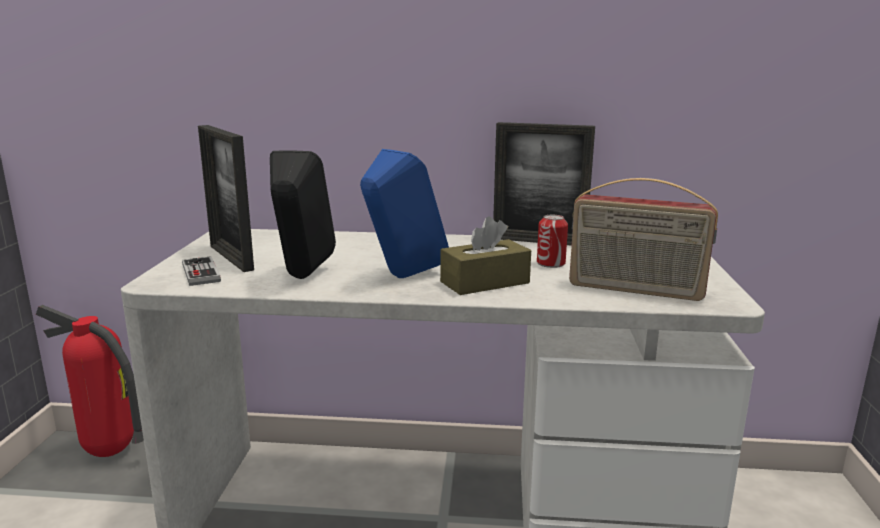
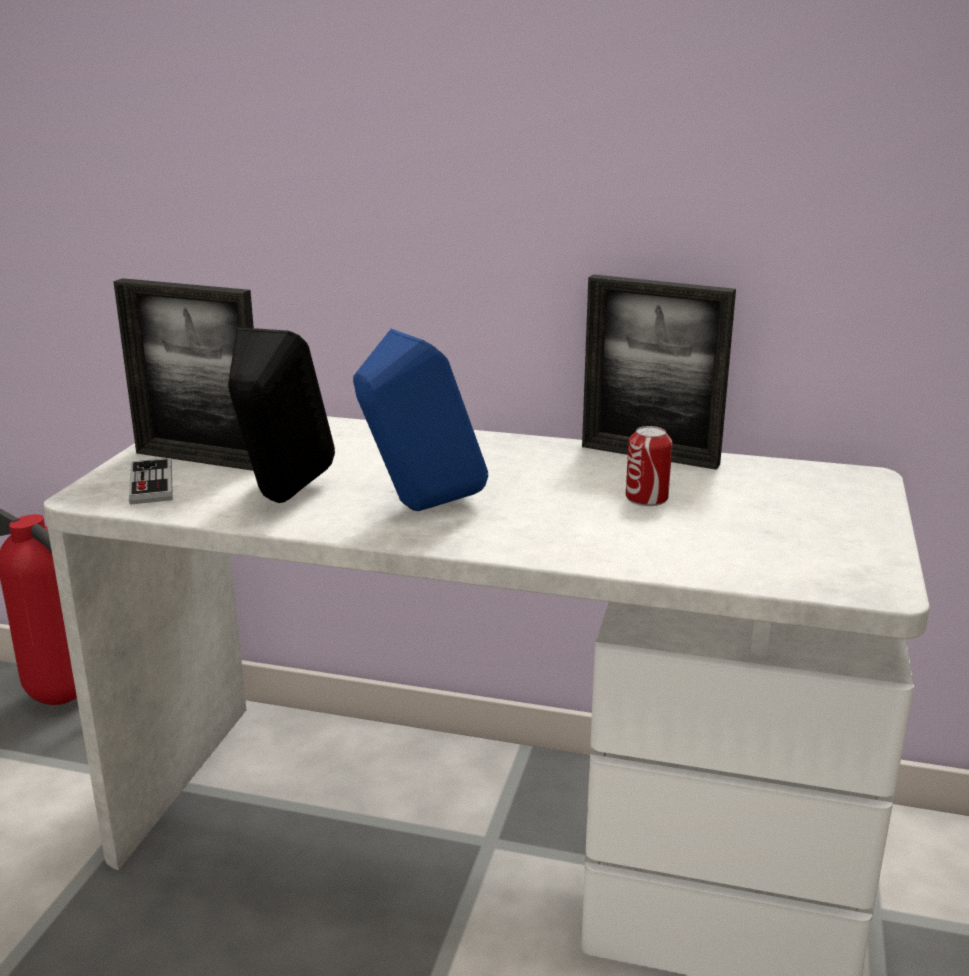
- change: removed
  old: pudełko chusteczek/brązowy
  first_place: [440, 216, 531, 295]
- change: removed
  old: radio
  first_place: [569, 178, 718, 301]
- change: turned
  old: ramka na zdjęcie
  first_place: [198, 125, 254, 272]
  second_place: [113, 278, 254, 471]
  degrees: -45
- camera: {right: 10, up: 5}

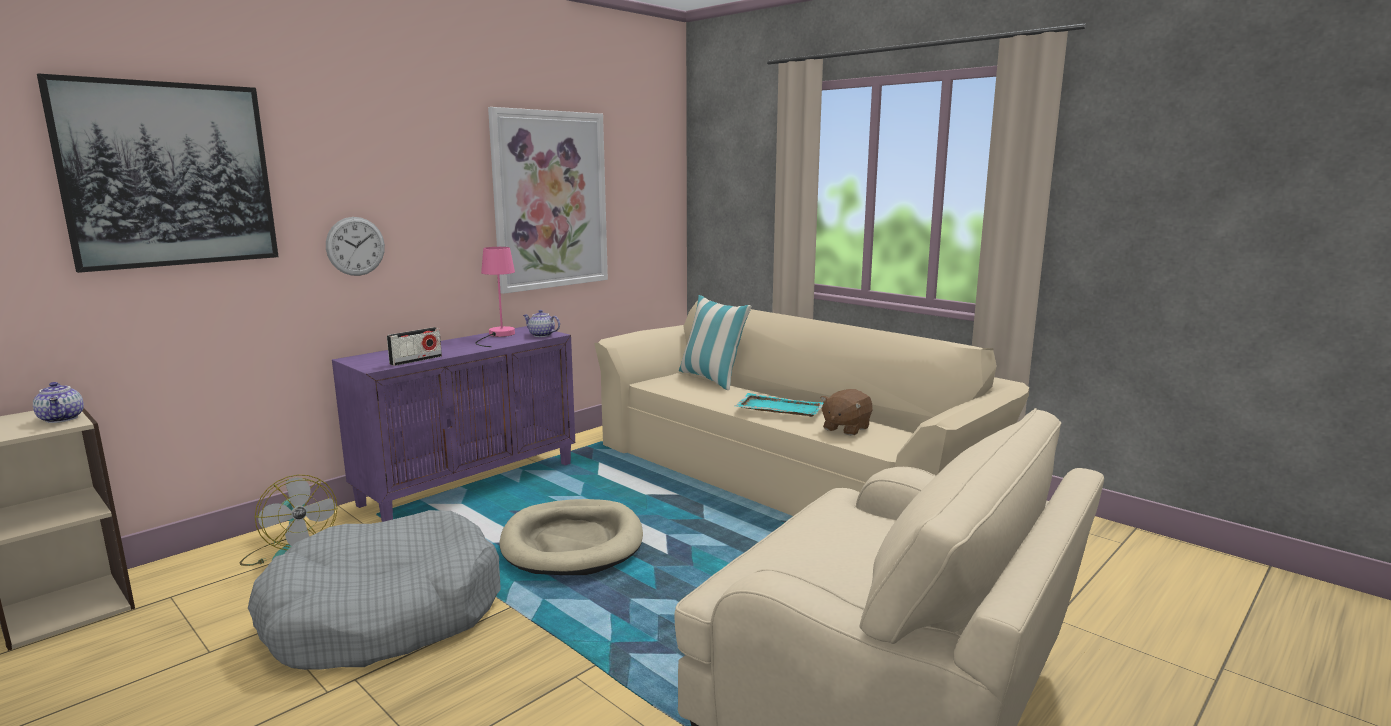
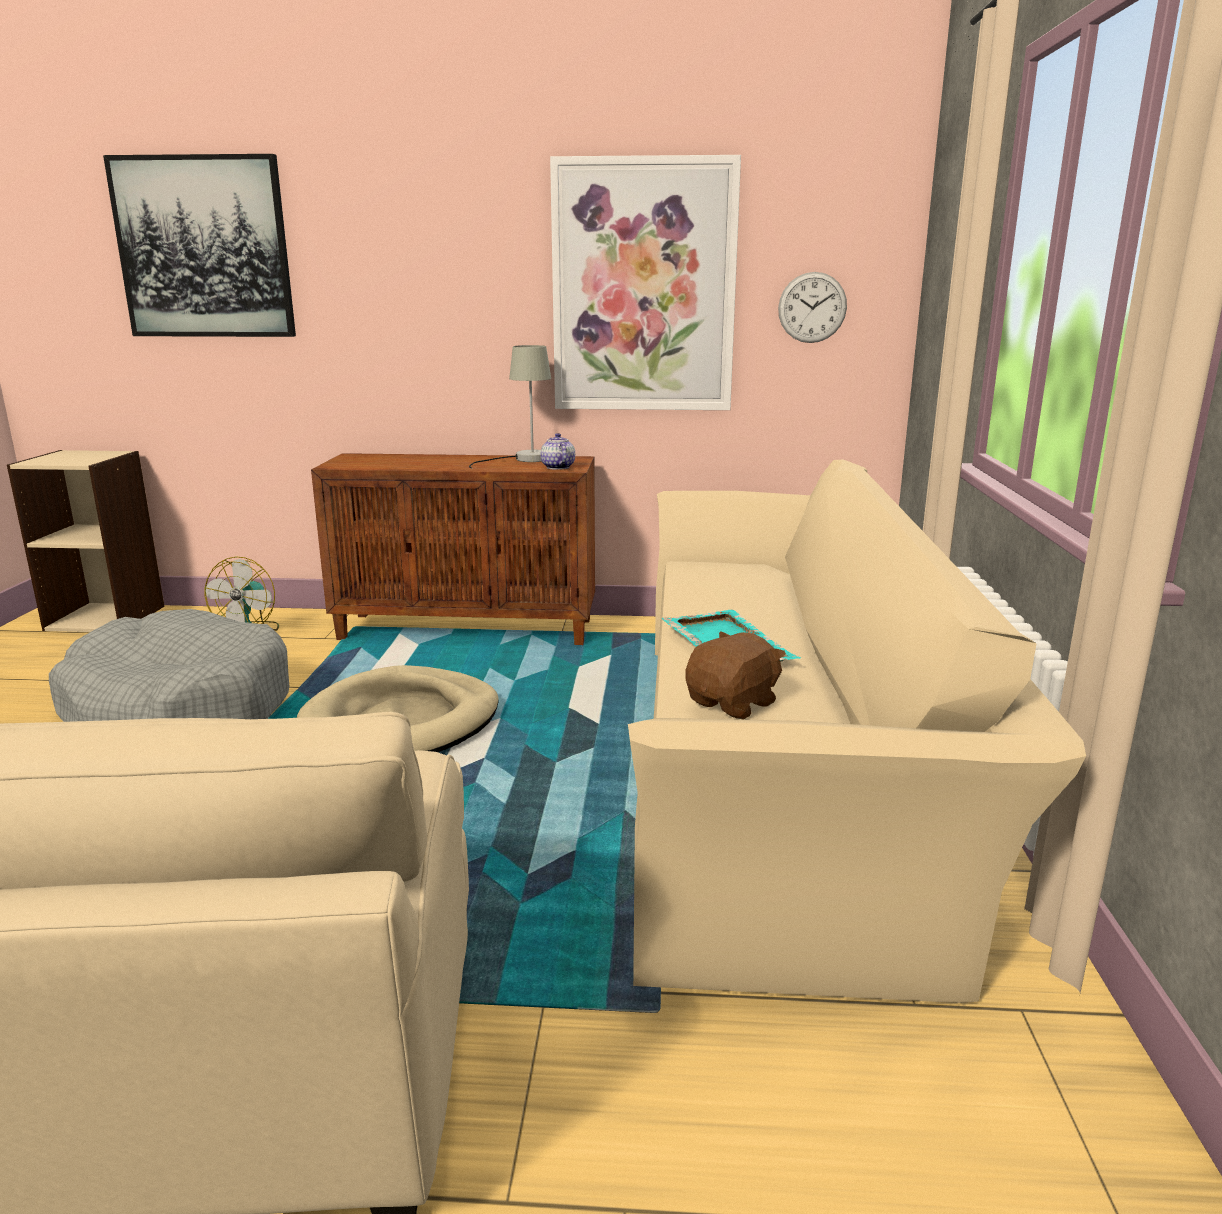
- change: removed
  old: imbryk
  first_place: [33, 382, 84, 423]
- change: removed
  old: radio
  first_place: [387, 327, 442, 366]
- change: removed
  old: poduszka
  first_place: [679, 295, 752, 390]
- change: moved
  old: zegar ścienny
  first_place: [326, 217, 385, 276]
  second_place: [778, 272, 847, 343]
- change: recoloured
  old: szafka/fioletowy
  new: szafka/brązowy
  first_place: [332, 326, 575, 522]
  second_place: [311, 453, 595, 645]
- change: recoloured
  old: lampa stołowa/różowy
  new: lampa stołowa/szary
  first_place: [475, 247, 515, 347]
  second_place: [469, 345, 551, 469]
- change: turned
  old: pluszak/brązowy
  first_place: [821, 389, 873, 436]
  second_place: [685, 631, 786, 719]
  degrees: 135
- camera: {right: 50, up: 5}

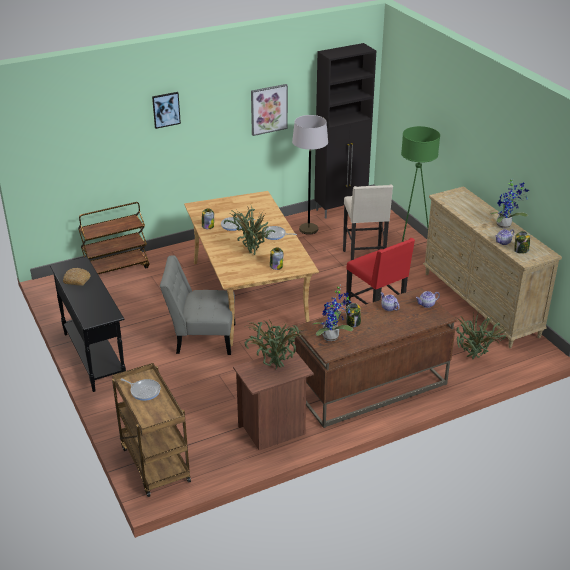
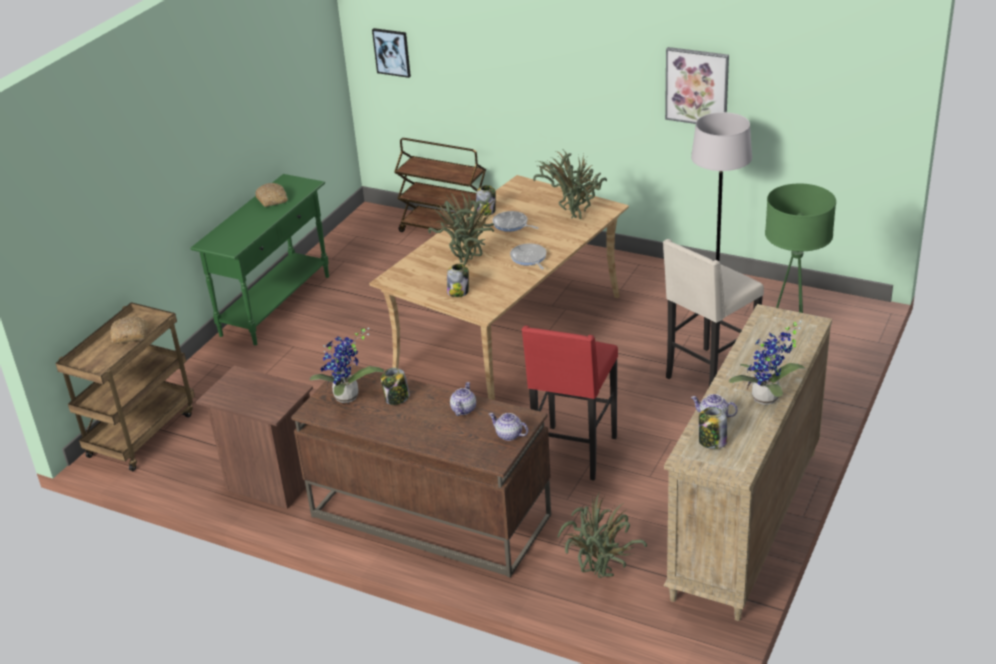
- change: removed
  old: krzesło/szary
  first_place: [160, 255, 236, 355]
- change: removed
  old: szafka/czarny
  first_place: [314, 43, 376, 219]
- change: moved
  old: obraz
  first_place: [152, 92, 181, 129]
  second_place: [372, 28, 411, 78]
- change: moved
  old: roślina doniczkowa
  first_place: [244, 318, 303, 369]
  second_place: [533, 148, 607, 219]
- change: replaced
  old: patelnia
  new: chleb
  first_place: [120, 378, 161, 401]
  second_place: [110, 316, 149, 344]
- change: recoloured
  old: stolik konsolowy/czarny
  new: stolik konsolowy/zielony
  first_place: [50, 257, 126, 392]
  second_place: [190, 174, 329, 345]
- camera: {right: 55, up: 0}

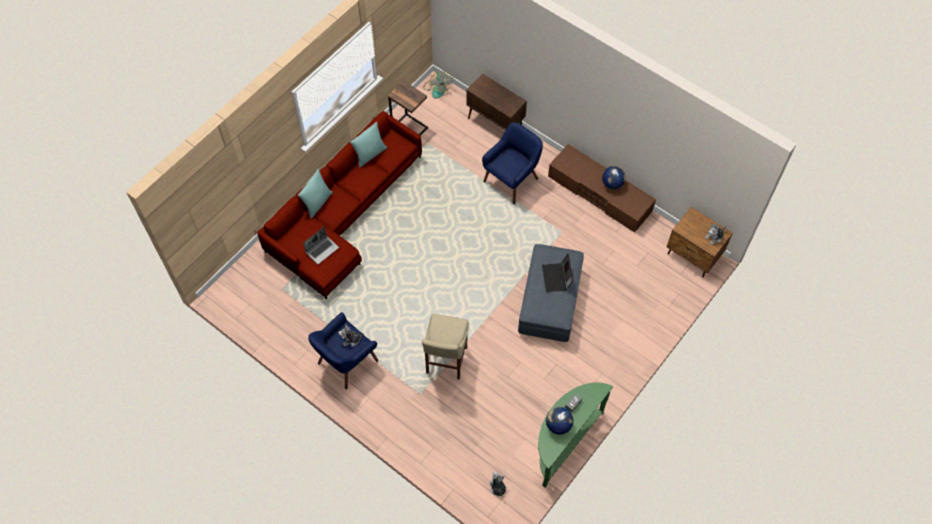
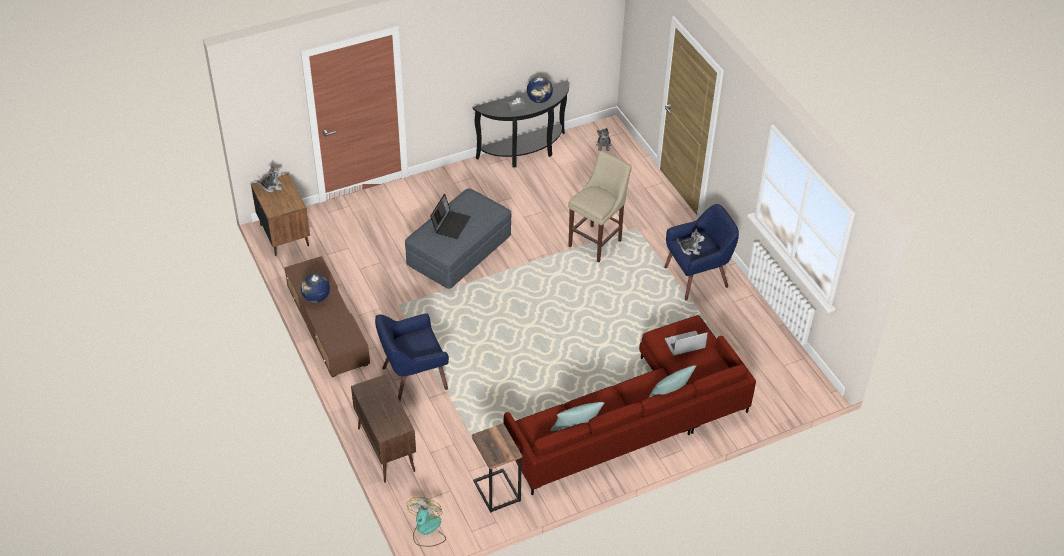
- change: recoloured
  old: stolik konsolowy/zielony
  new: stolik konsolowy/czarny
  first_place: [538, 382, 613, 488]
  second_place: [472, 80, 569, 168]
- camera: {right: -155, up: -15}

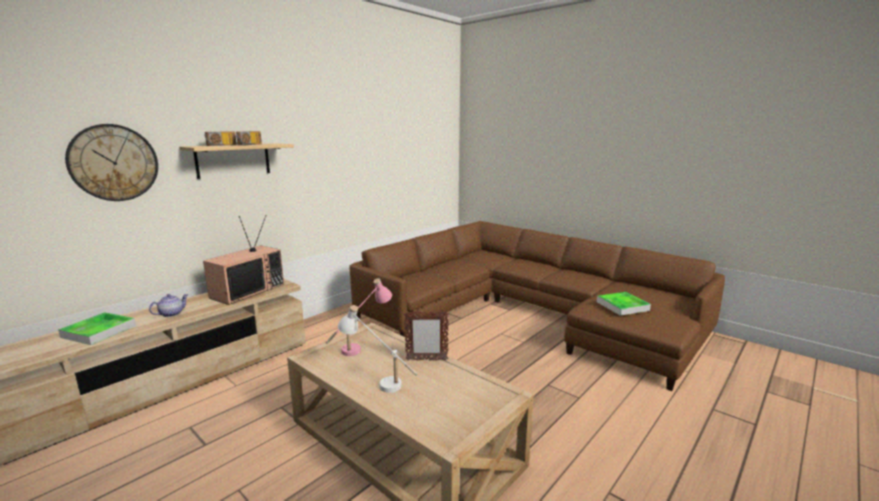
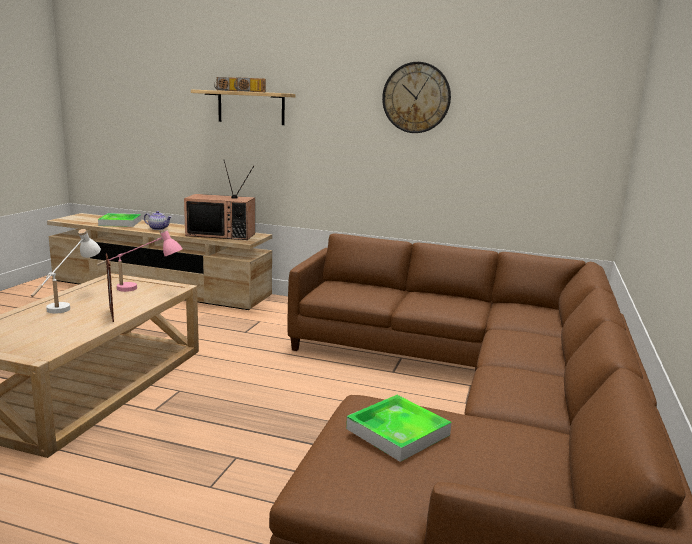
- change: moved
  old: zegar ścienny
  first_place: [65, 124, 158, 201]
  second_place: [382, 62, 451, 133]
- camera: {right: 65, up: 0}

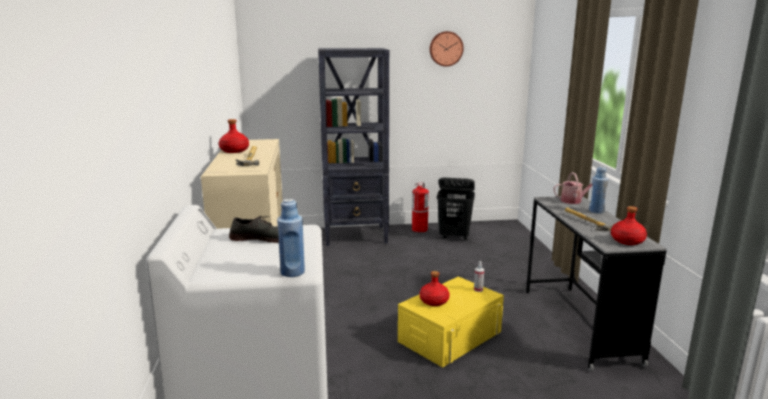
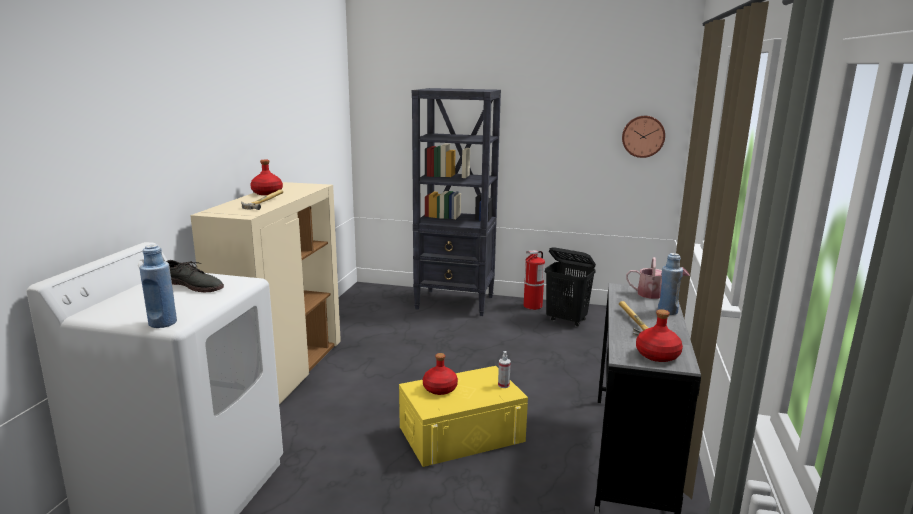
- change: moved
  old: zegar ścienny
  first_place: [429, 31, 464, 67]
  second_place: [622, 116, 665, 158]
- camera: {right: 20, up: 0}

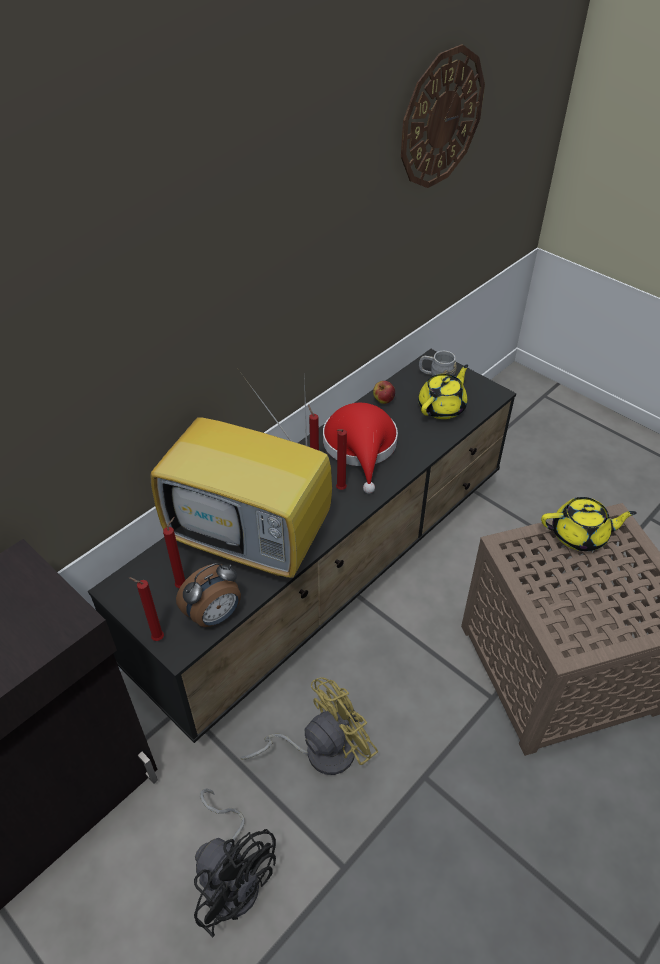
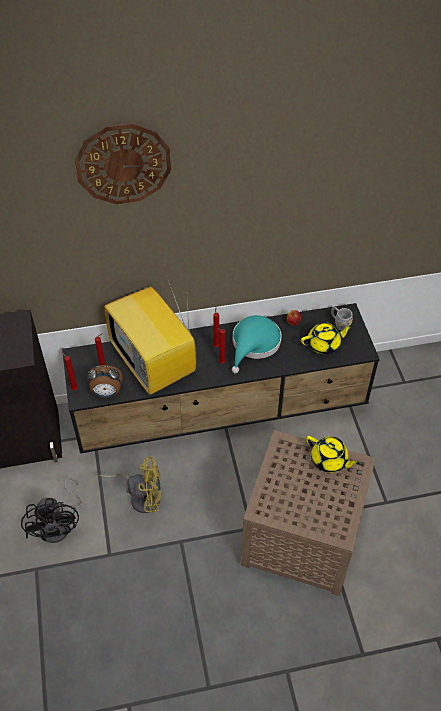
- change: moved
  old: zegar ścienny
  first_place: [401, 44, 485, 188]
  second_place: [75, 123, 171, 204]
- change: recoloured
  old: kapelusz/czerwony
  new: kapelusz/turkusowy
  first_place: [323, 403, 398, 494]
  second_place: [232, 315, 281, 373]
- camera: {right: 35, up: 5}

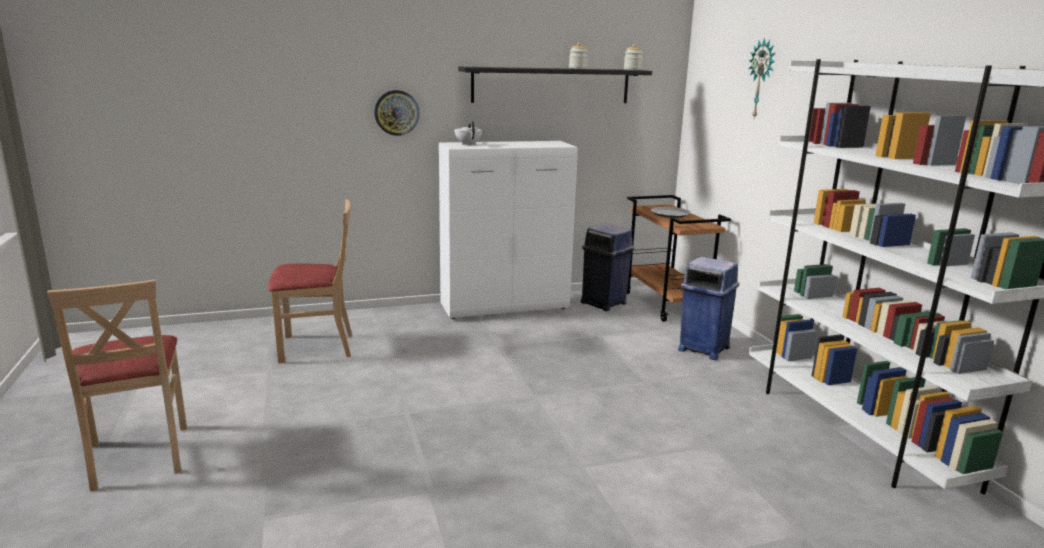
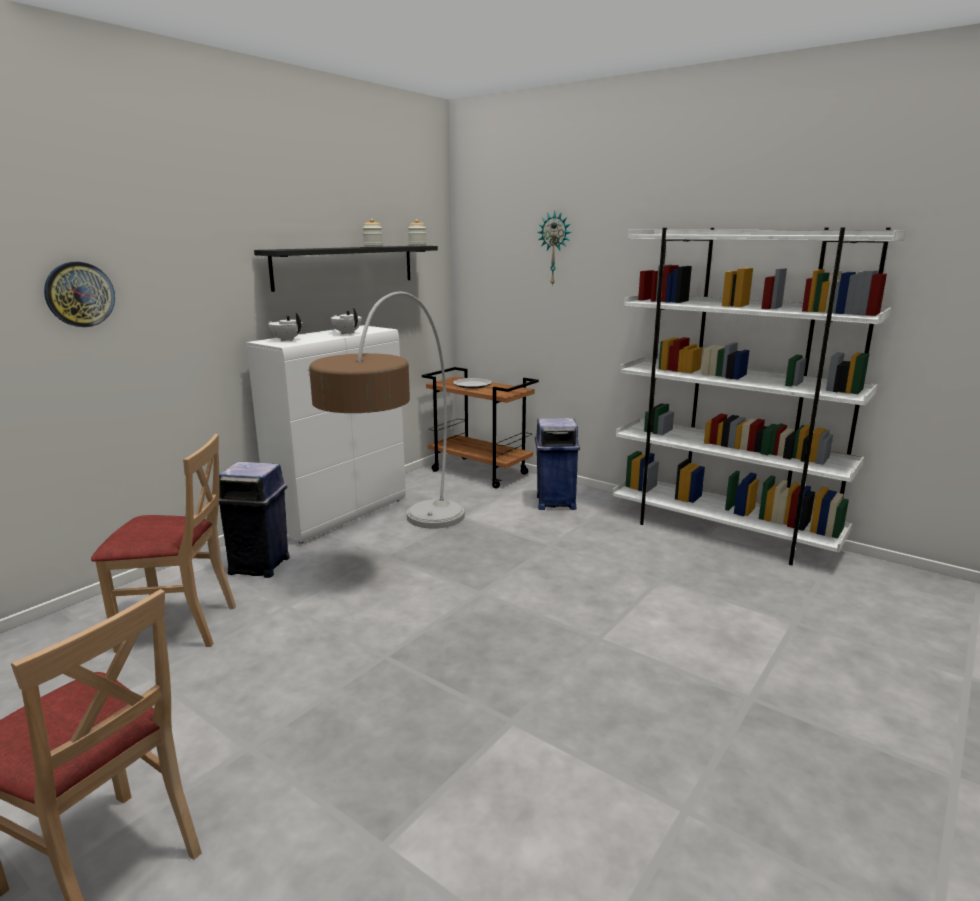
- change: added
  new: lampa stojąca
  second_place: [309, 292, 465, 529]
- change: added
  new: imbryk/biały
  second_place: [331, 308, 362, 334]
- change: moved
  old: zegar ścienny
  first_place: [374, 90, 419, 136]
  second_place: [44, 262, 115, 327]
- change: moved
  old: kosz na śmieci/niebieski
  first_place: [581, 224, 634, 311]
  second_place: [219, 461, 290, 578]
- change: turned
  old: krzesło/beżowy
  first_place: [268, 199, 352, 364]
  second_place: [91, 434, 236, 653]
  degrees: 45
- camera: {right: -35, up: 0}

